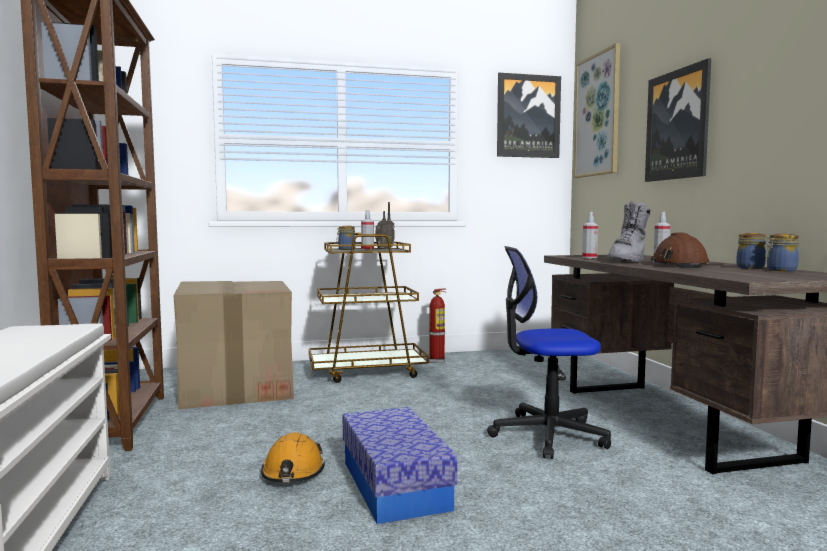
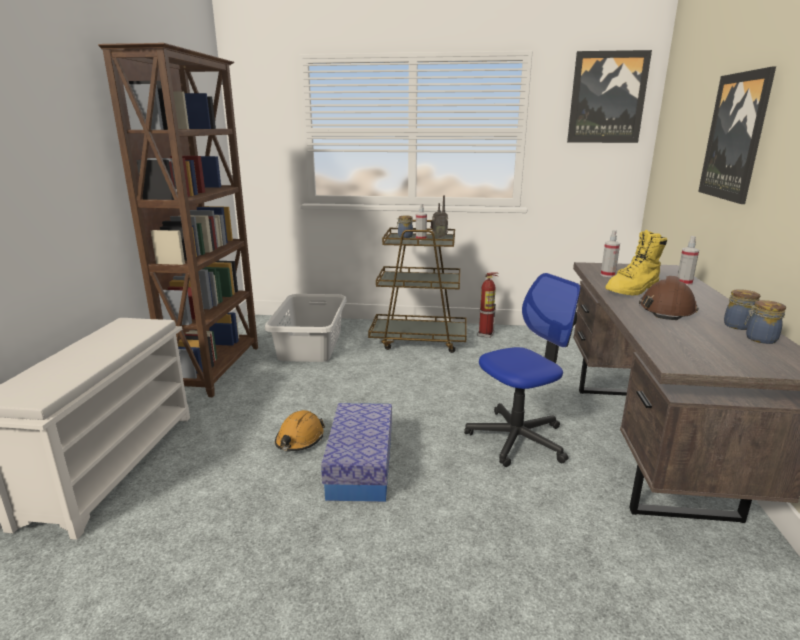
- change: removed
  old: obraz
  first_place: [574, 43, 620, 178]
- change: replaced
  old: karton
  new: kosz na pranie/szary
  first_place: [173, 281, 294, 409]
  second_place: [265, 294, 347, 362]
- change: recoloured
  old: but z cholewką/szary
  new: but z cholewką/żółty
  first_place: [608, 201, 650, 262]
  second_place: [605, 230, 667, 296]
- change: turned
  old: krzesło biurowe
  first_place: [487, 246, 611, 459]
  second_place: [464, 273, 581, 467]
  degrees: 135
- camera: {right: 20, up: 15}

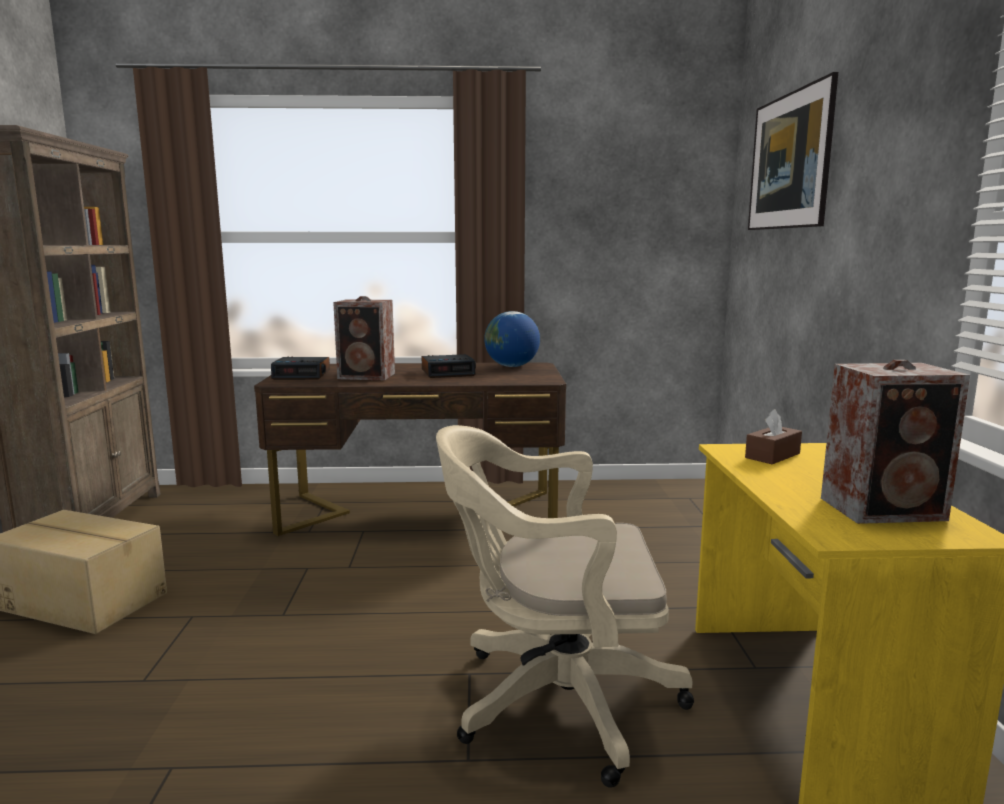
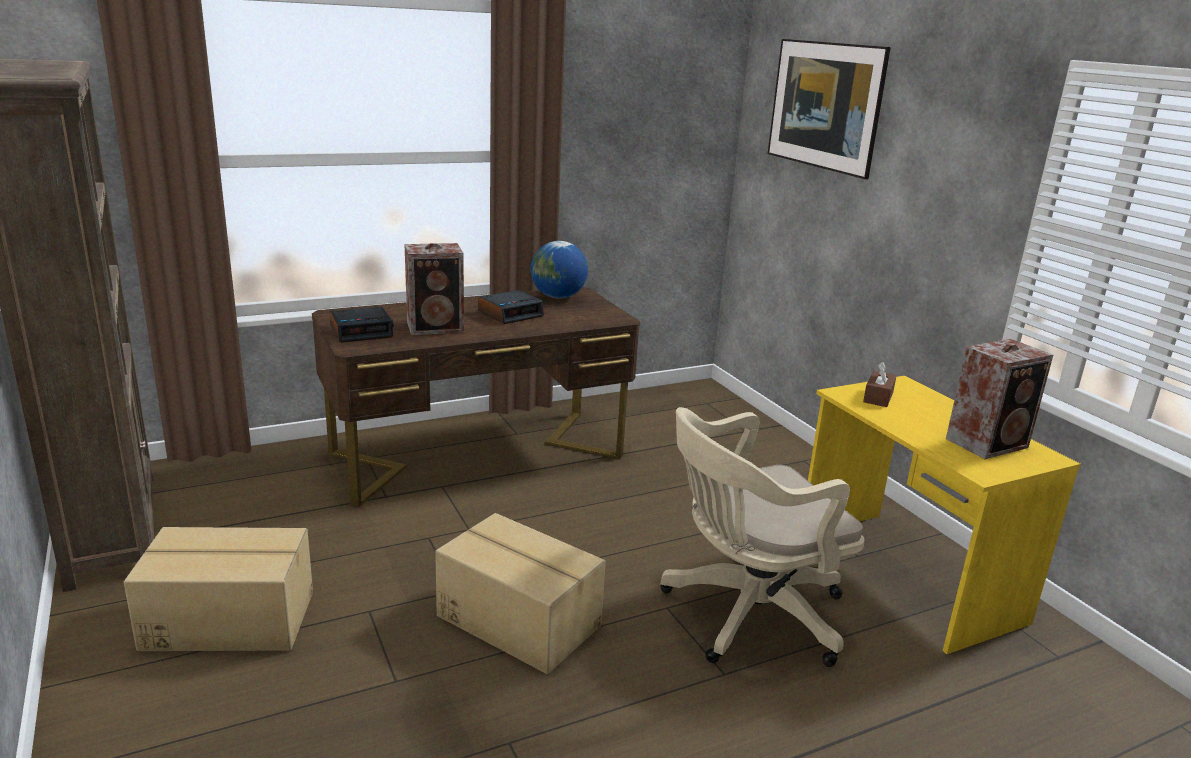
- change: added
  new: karton
  second_place: [435, 513, 606, 674]
- camera: {right: -25, up: 10}

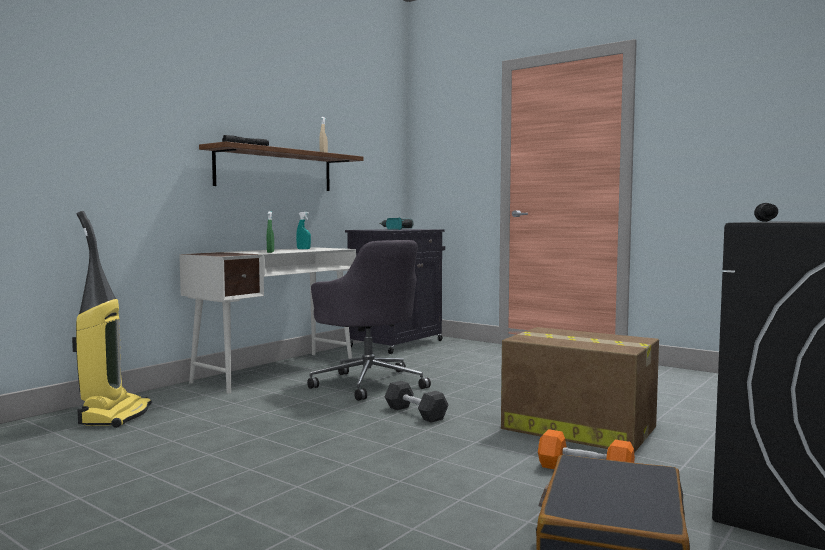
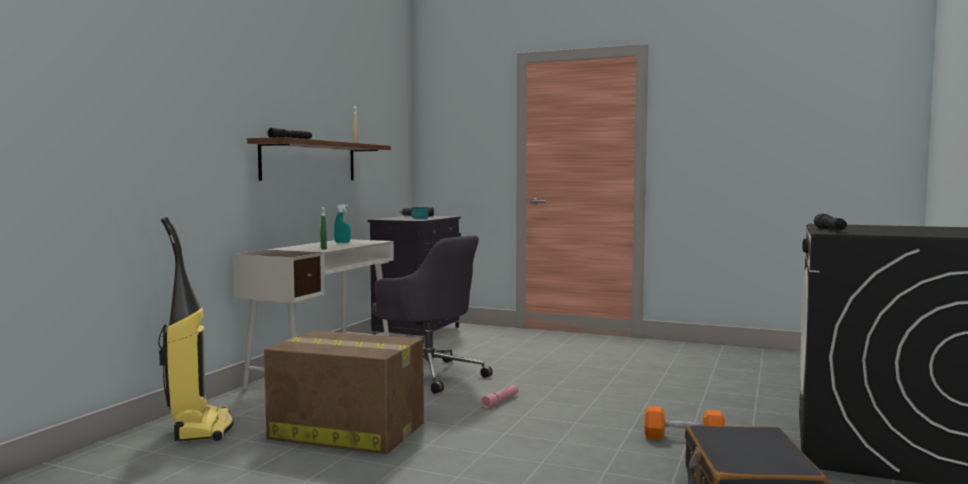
- change: moved
  old: karton
  first_place: [501, 327, 659, 453]
  second_place: [264, 330, 424, 454]
- change: replaced
  old: hantel/czarny
  new: latarka/różowy
  first_place: [385, 381, 449, 423]
  second_place: [481, 385, 519, 408]
- camera: {right: -15, up: 0}

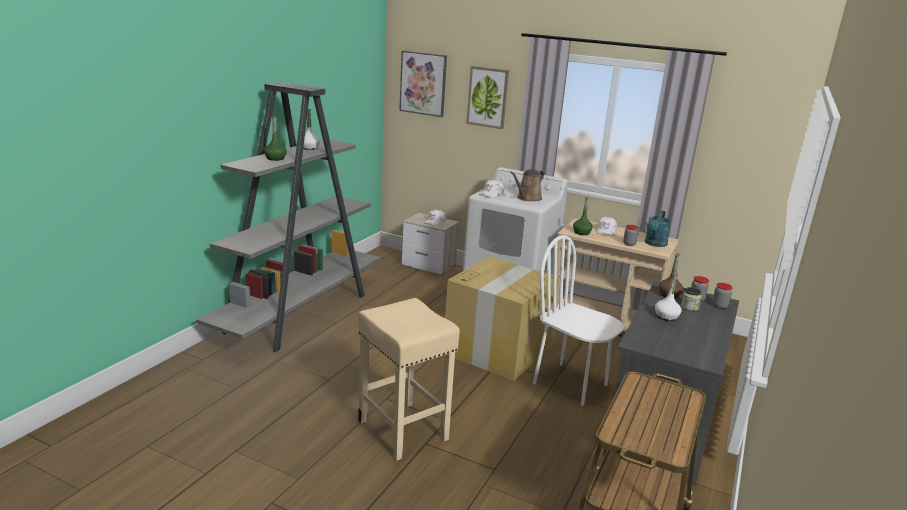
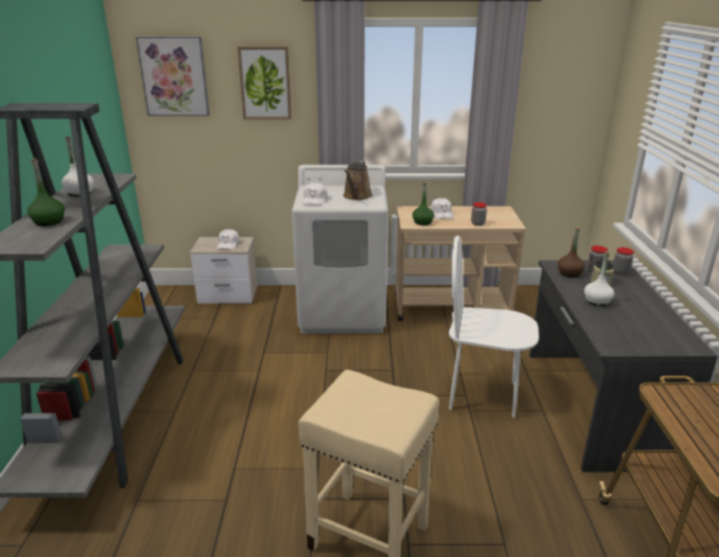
- change: removed
  old: karton
  first_place: [445, 257, 559, 381]
- change: removed
  old: konewka/turkusowy
  first_place: [645, 211, 671, 247]
- camera: {right: -25, up: 5}

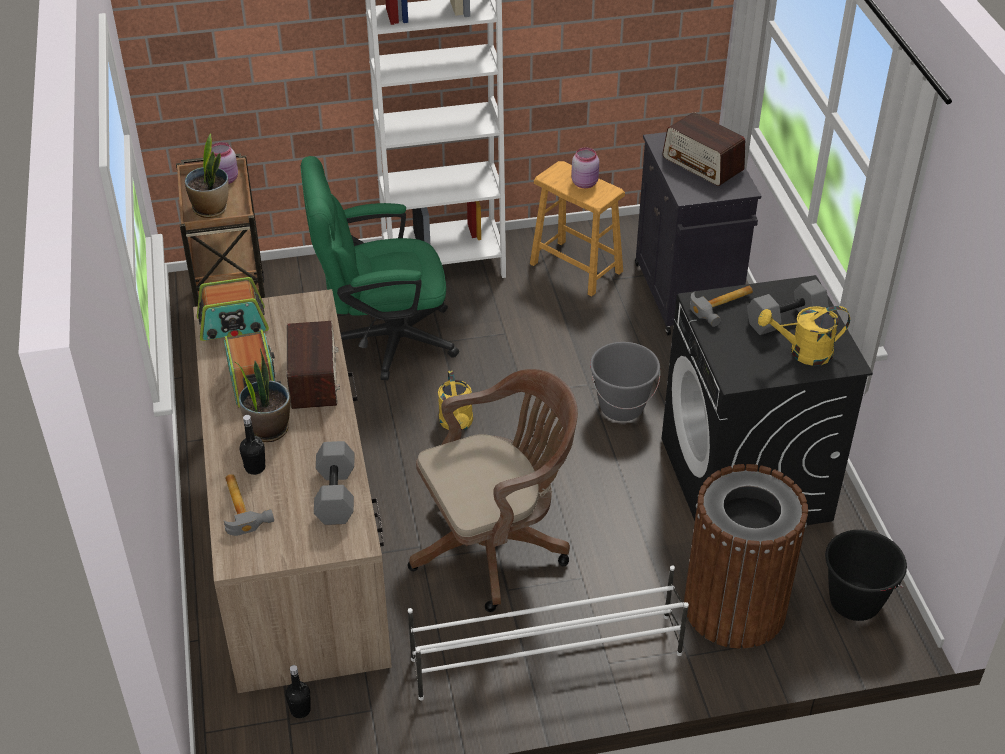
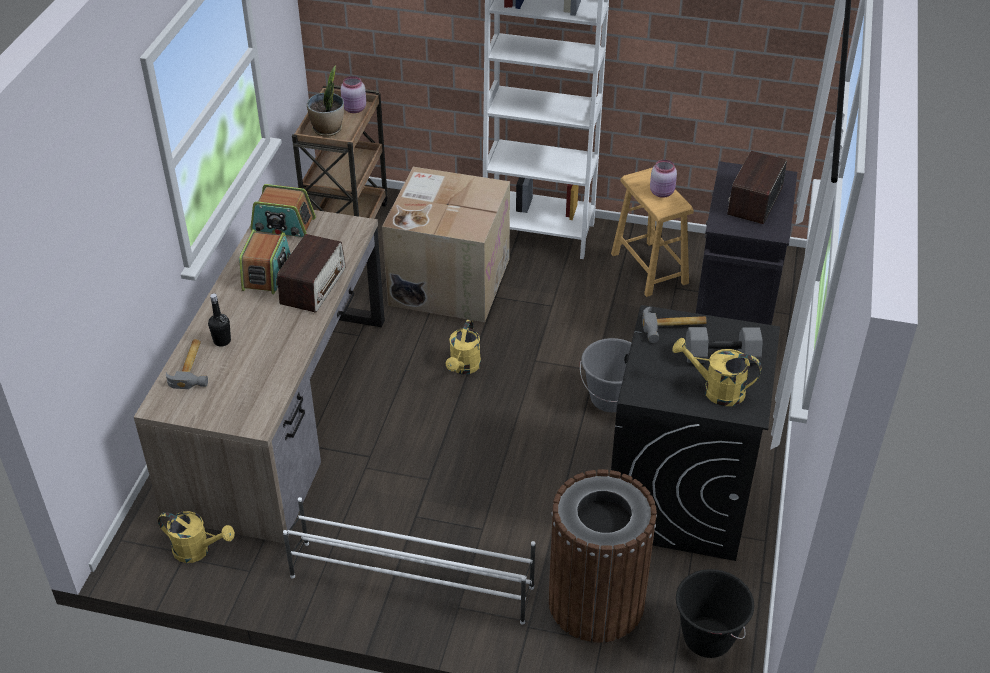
- change: removed
  old: roślina doniczkowa
  first_place: [235, 348, 290, 442]
- change: removed
  old: hantel/szary
  first_place: [314, 441, 355, 525]
- change: removed
  old: krzesło biurowe/brązowy
  first_place: [408, 369, 578, 612]
- change: replaced
  old: butelka/czarny
  new: konewka/żółty
  first_place: [285, 665, 311, 718]
  second_place: [158, 511, 235, 563]
- change: replaced
  old: krzesło biurowe/zielony
  new: karton
  first_place: [301, 156, 459, 380]
  second_place: [382, 167, 510, 322]
- change: turned
  old: radio
  first_place: [662, 112, 745, 186]
  second_place: [727, 151, 787, 224]
  degrees: 45
- camera: {right: 25, up: 0}

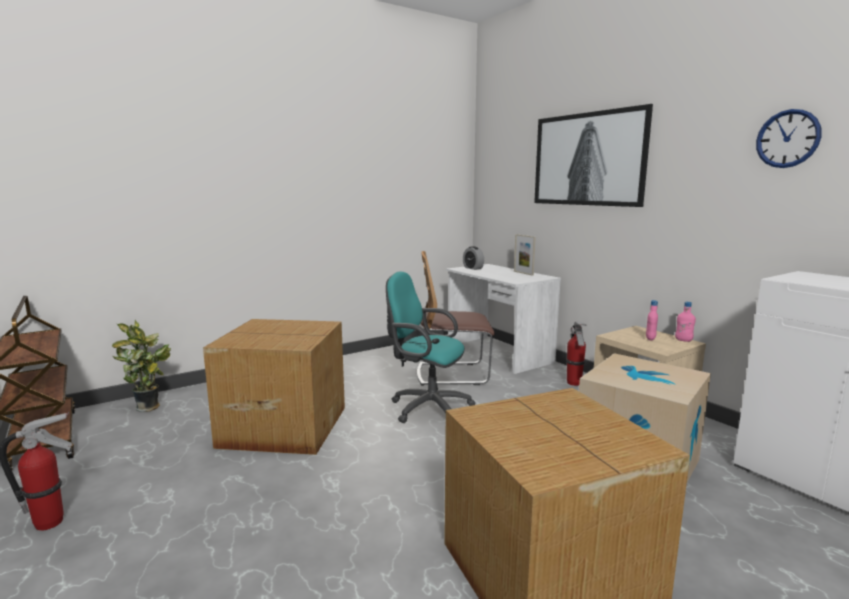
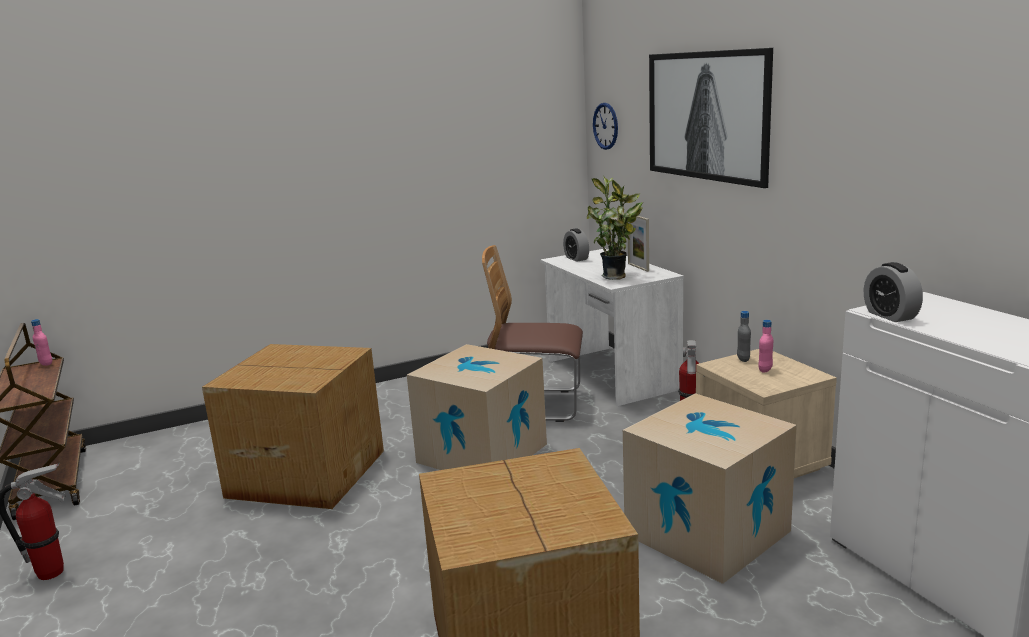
- change: added
  new: butelka/szary
  second_place: [737, 311, 751, 362]
- change: added
  new: budzik
  second_place: [864, 262, 923, 322]
- change: moved
  old: roślina doniczkowa
  first_place: [112, 320, 171, 412]
  second_place: [587, 175, 643, 280]
- change: moved
  old: butelka/różowy
  first_place: [675, 302, 696, 342]
  second_place: [31, 319, 52, 366]
- change: moved
  old: zegar ścienny
  first_place: [756, 109, 822, 168]
  second_place: [593, 103, 618, 150]
- change: replaced
  old: krzesło biurowe/turkusowy
  new: karton
  first_place: [386, 272, 476, 423]
  second_place: [407, 344, 547, 470]
- camera: {right: 10, up: 5}

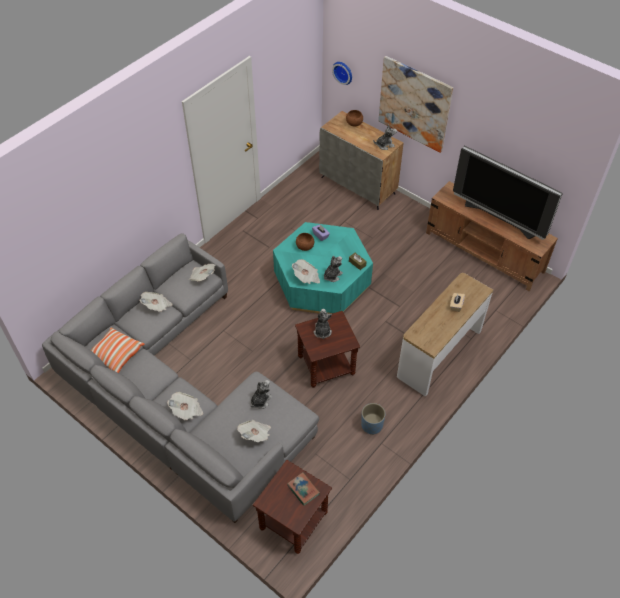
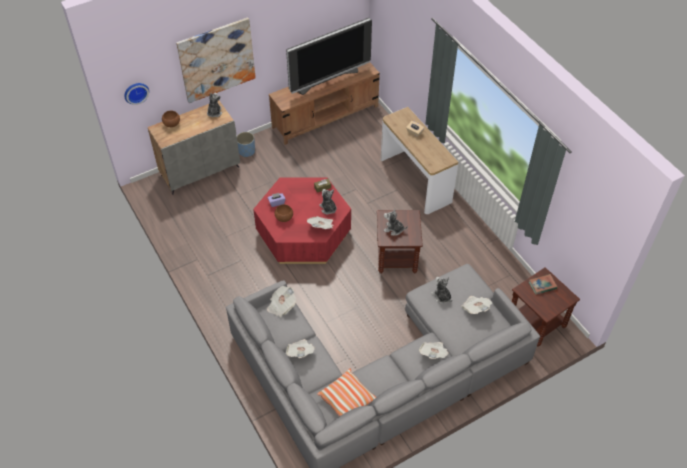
- change: moved
  old: donica/niebieski
  first_place: [361, 403, 385, 435]
  second_place: [237, 132, 255, 157]
- change: recoloured
  old: ława/turkusowy
  new: ława/czerwony
  first_place: [273, 222, 373, 314]
  second_place: [253, 177, 351, 264]
- camera: {right: -70, up: 0}

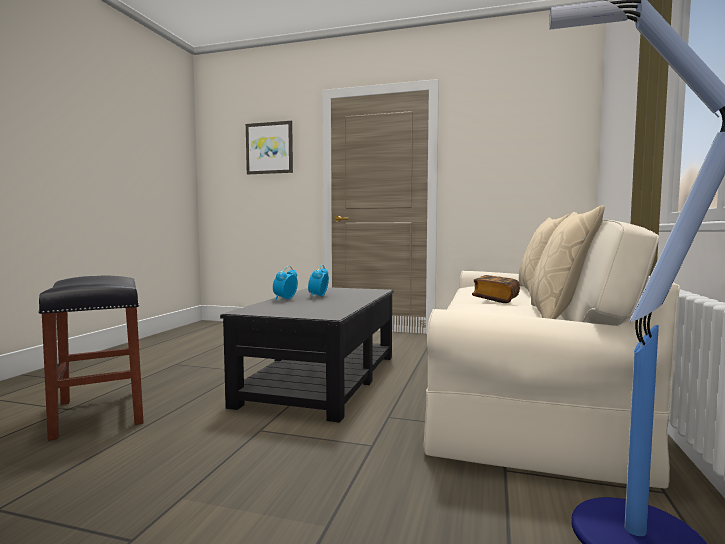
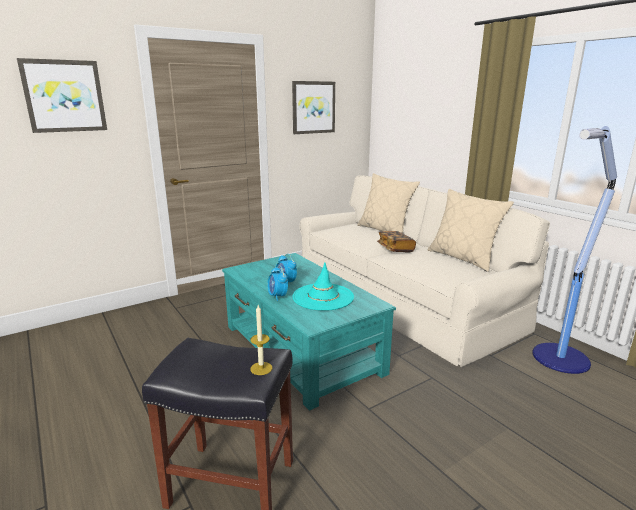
- change: added
  new: świeca
  second_place: [250, 305, 272, 375]
- change: added
  new: obraz
  second_place: [292, 81, 335, 134]
- change: added
  new: kapelusz/turkusowy
  second_place: [292, 262, 354, 311]
- change: recoloured
  old: ława/czarny
  new: ława/turkusowy
  first_place: [220, 287, 394, 423]
  second_place: [222, 253, 396, 411]
- camera: {right: -50, up: 15}

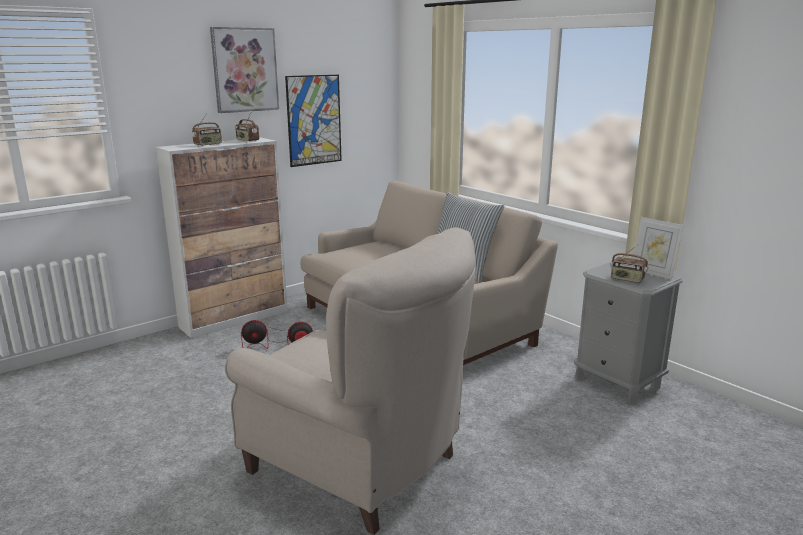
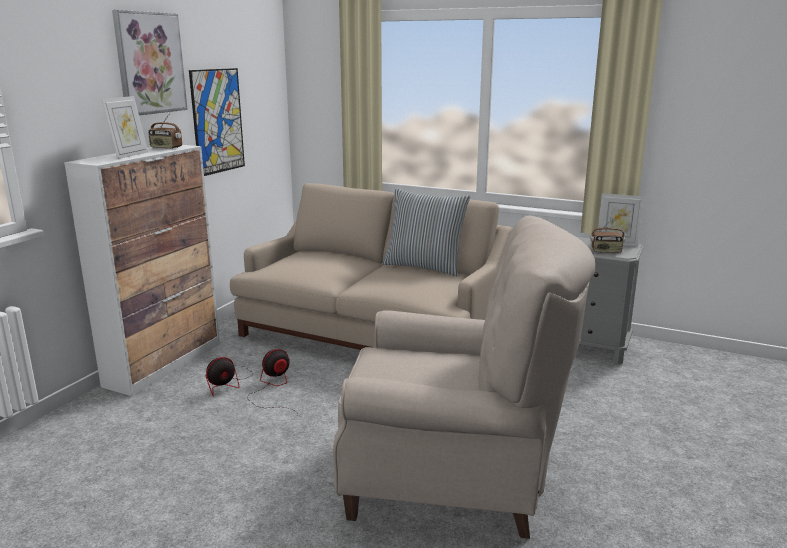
- change: replaced
  old: radio
  new: ramka na zdjęcie
  first_place: [192, 114, 222, 146]
  second_place: [102, 96, 148, 159]
- camera: {right: -25, up: 0}

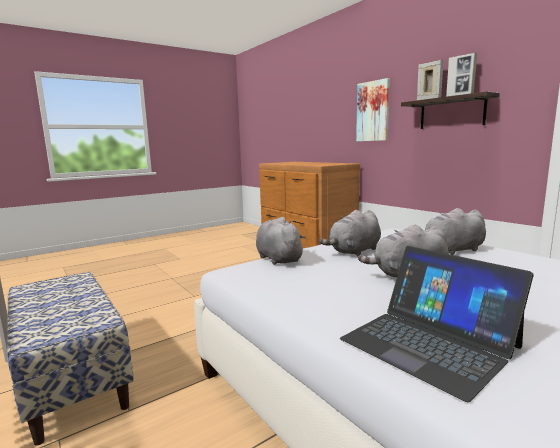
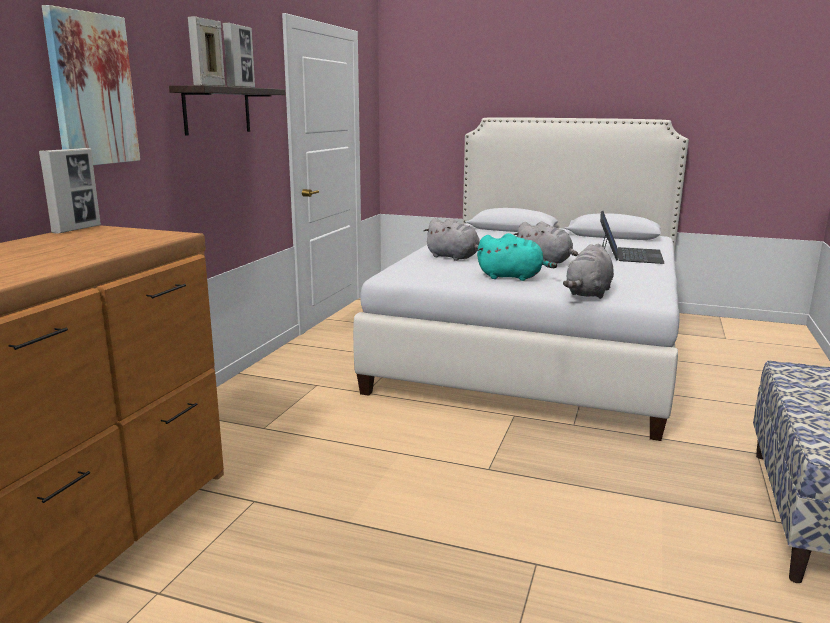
- change: added
  new: ramka na zdjęcie
  second_place: [39, 148, 101, 234]
- change: recoloured
  old: pluszak/szary
  new: pluszak/turkusowy
  first_place: [319, 210, 381, 256]
  second_place: [477, 233, 557, 281]
- camera: {right: -125, up: 5}

